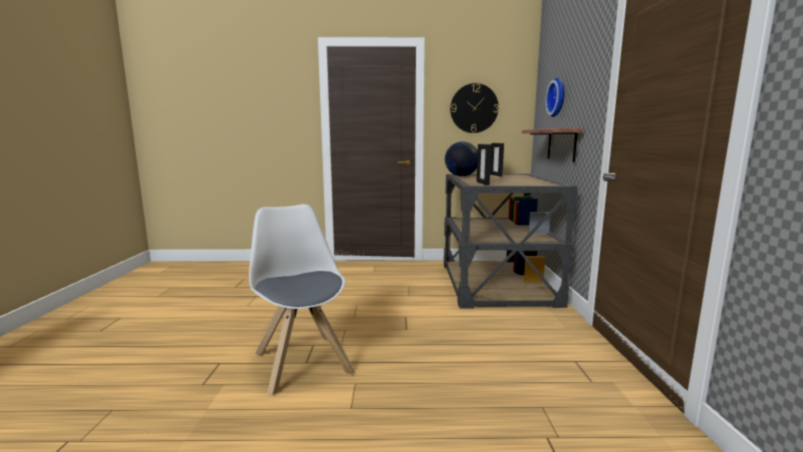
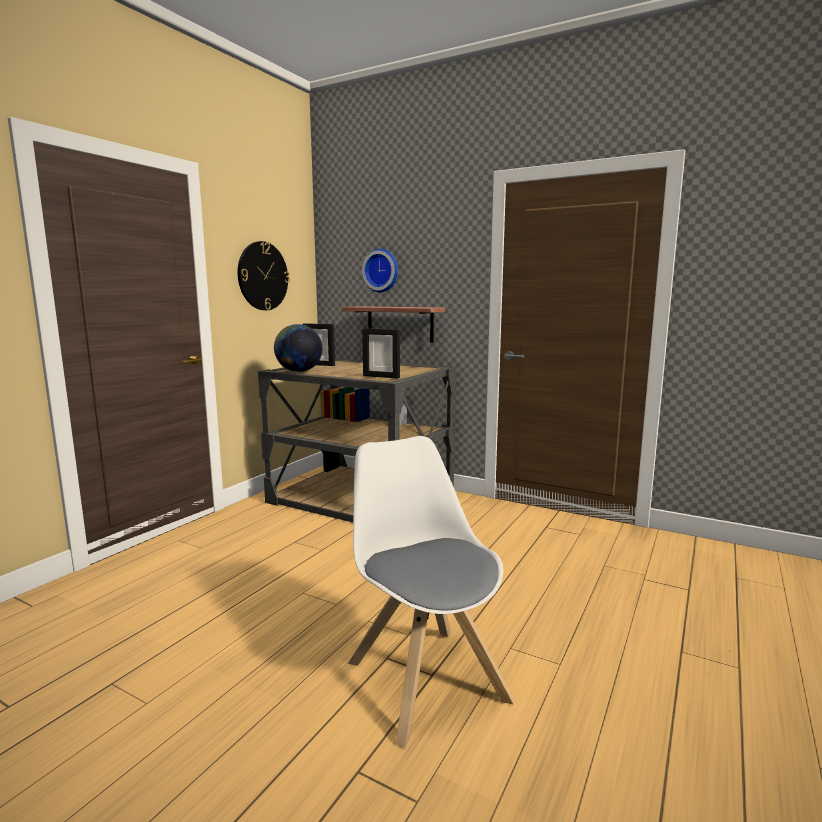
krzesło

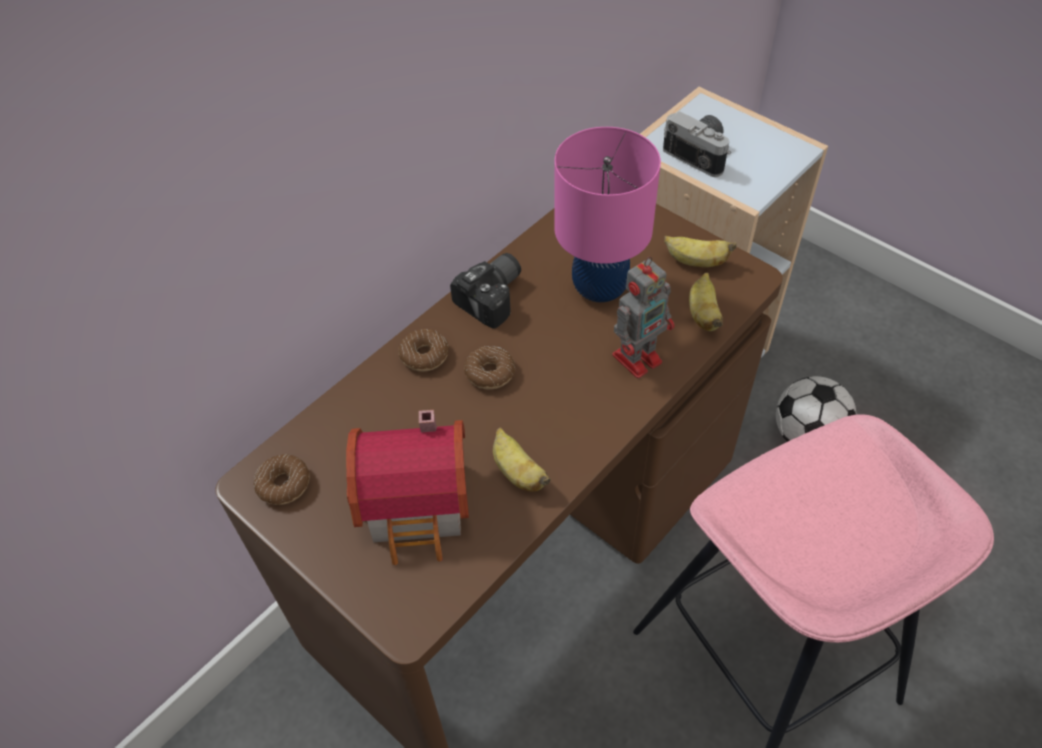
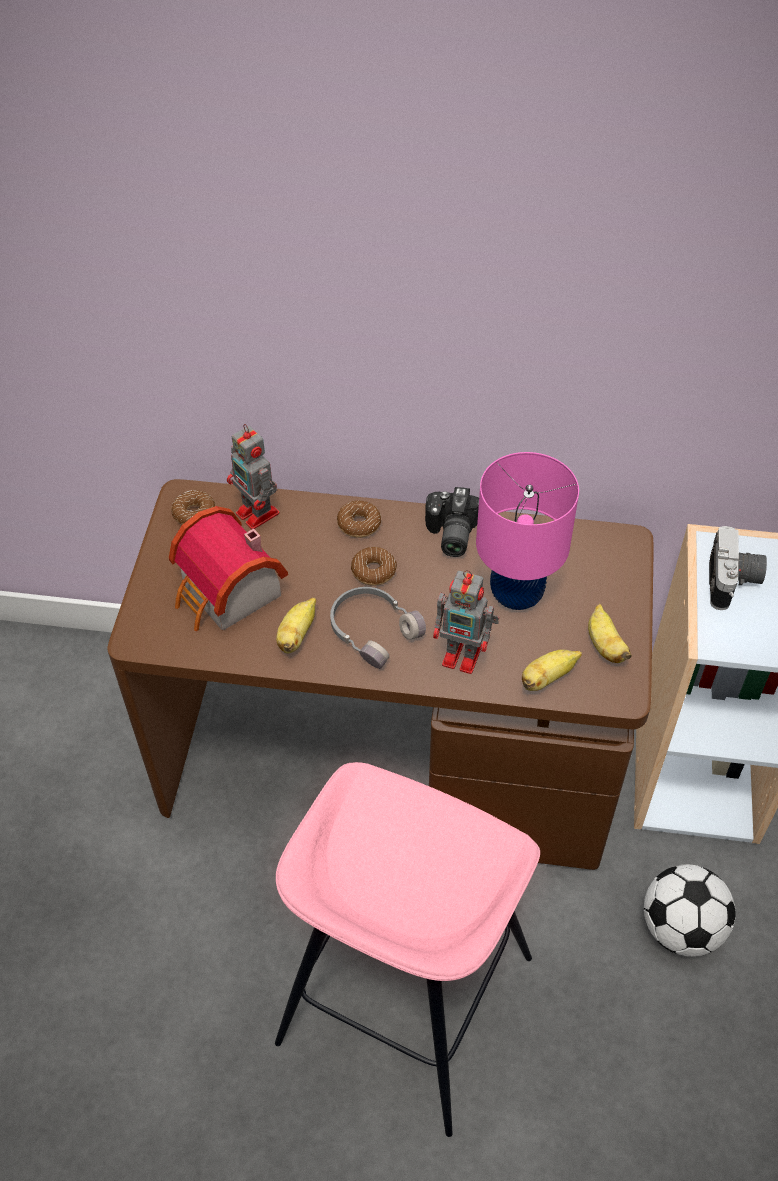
robot zabawkowy (1st from left); słuchawki (szary); aparat fotograficzny (1st from left)

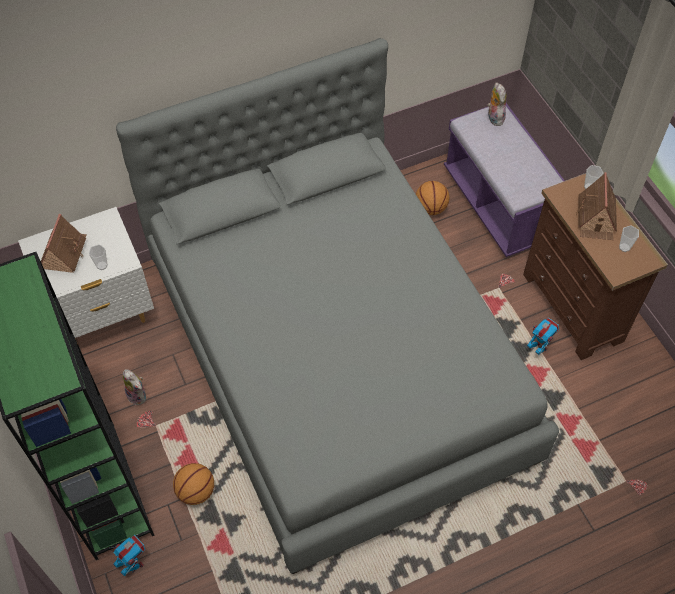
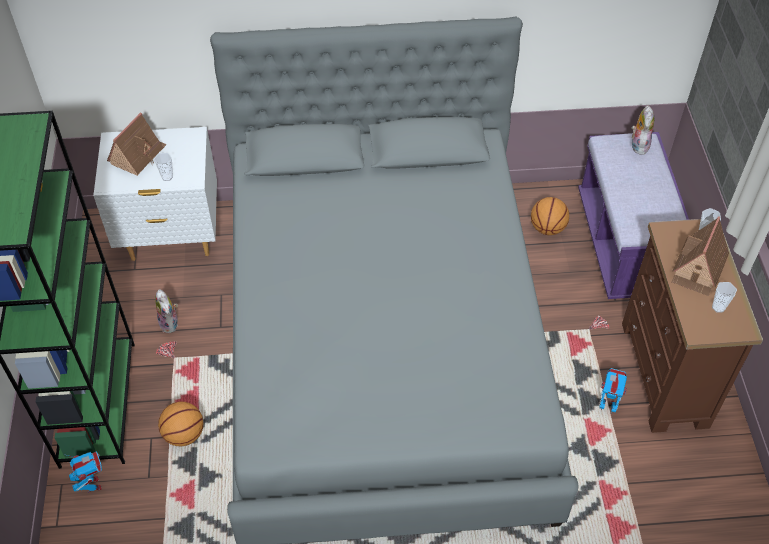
robot zabawkowy (2nd from left)

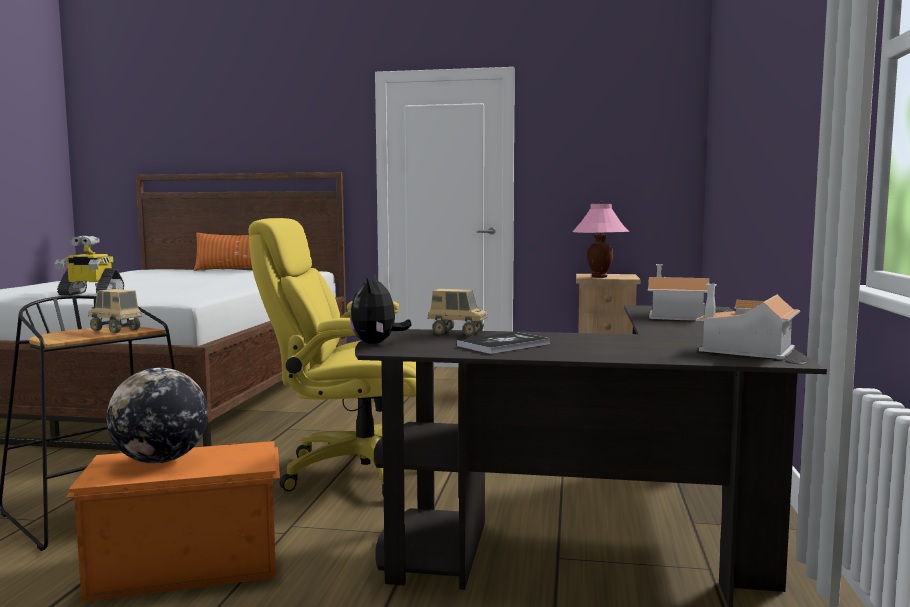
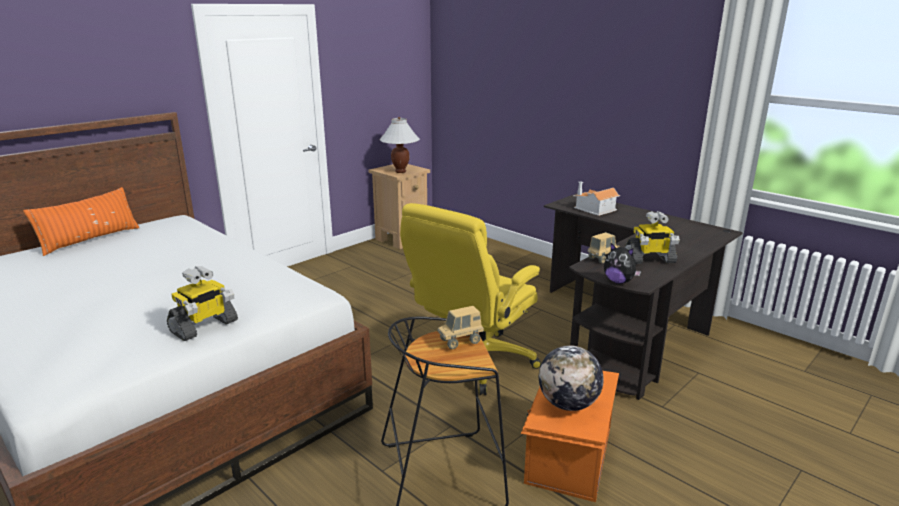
domek (2nd from left in the first image); robot zabawkowy (2nd from left); lampa stołowa (biały)

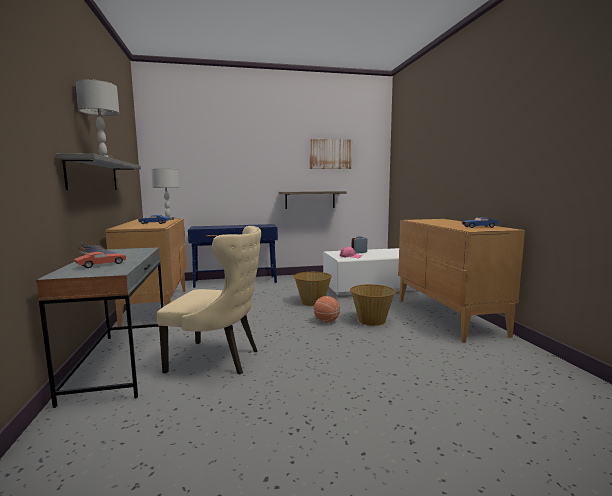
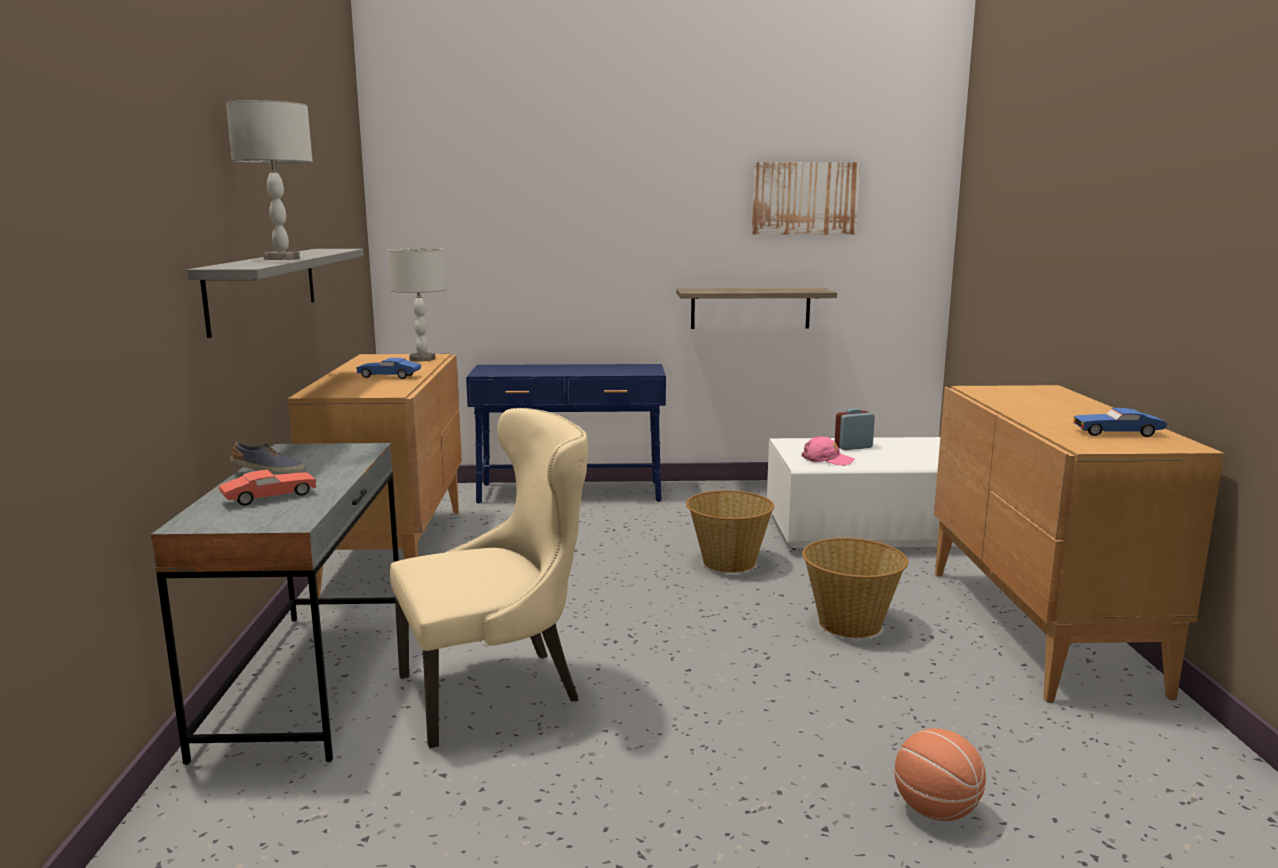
piłka do koszykówki; krzesło (beżowy)

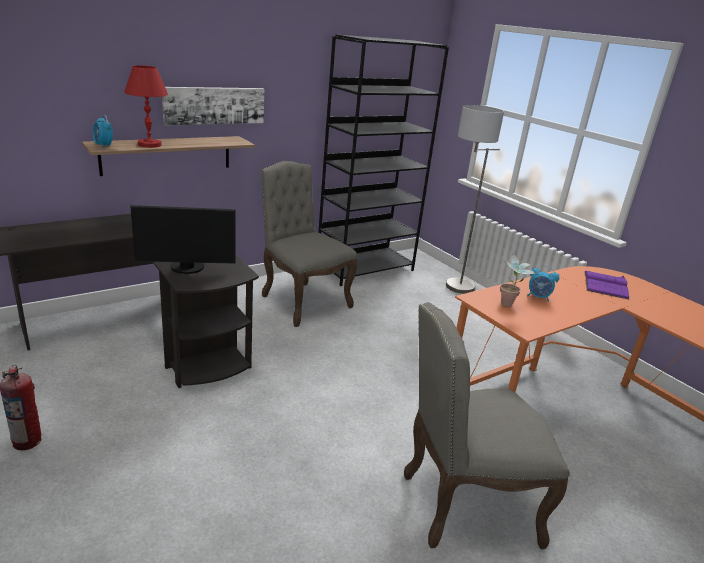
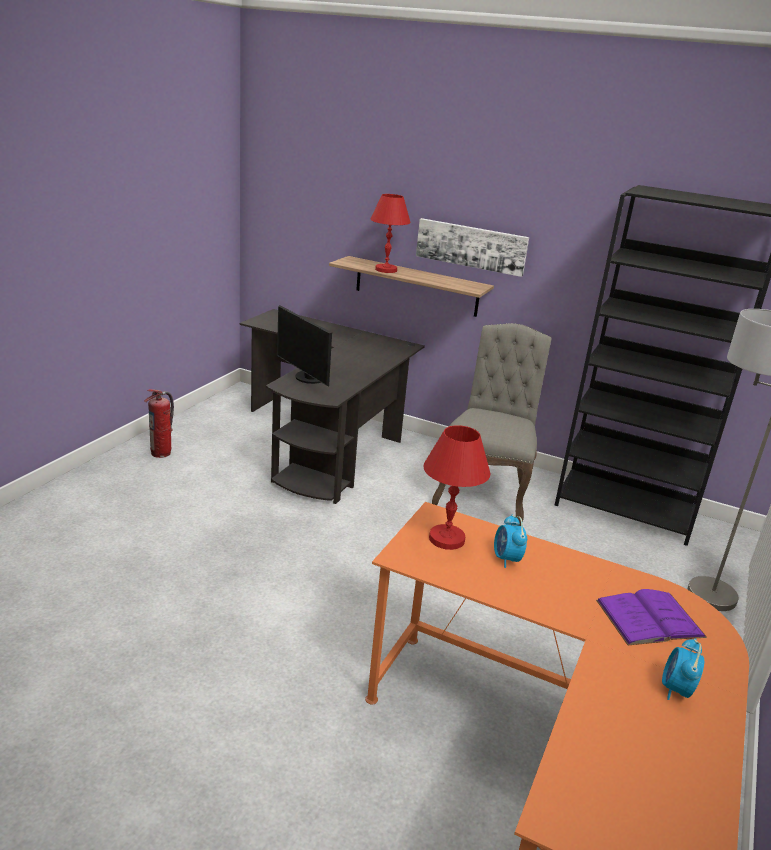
krzesło (szary) (2nd from left in the first image); budzik (2nd from left); lampa stołowa (czerwony) (2nd from left)

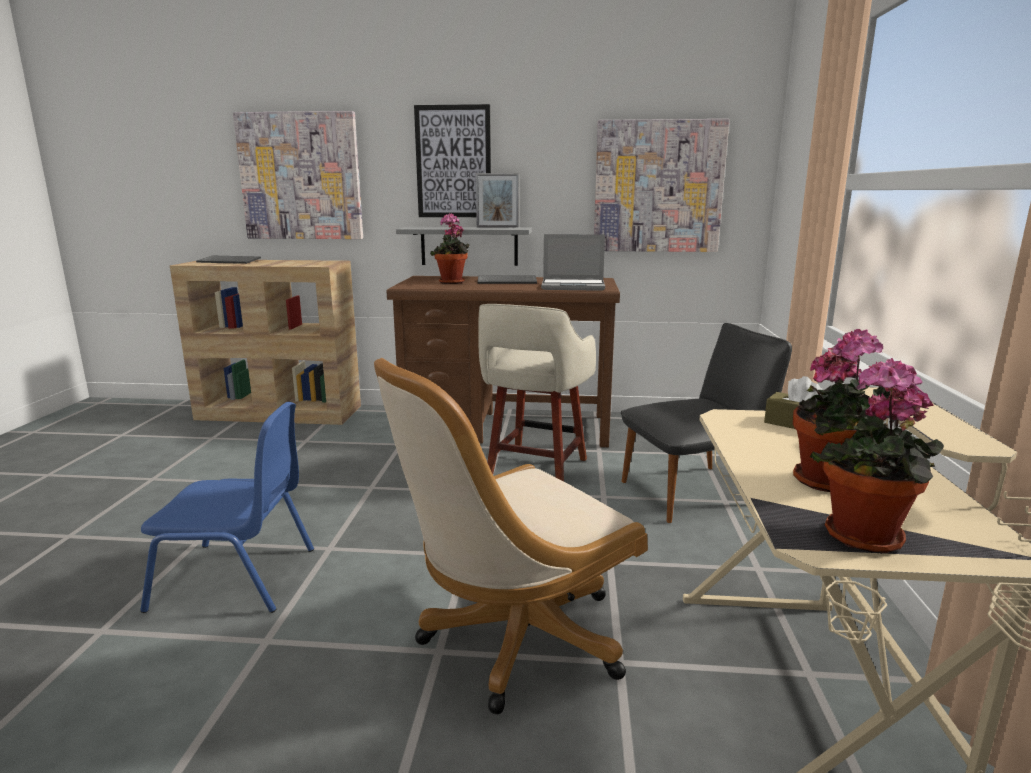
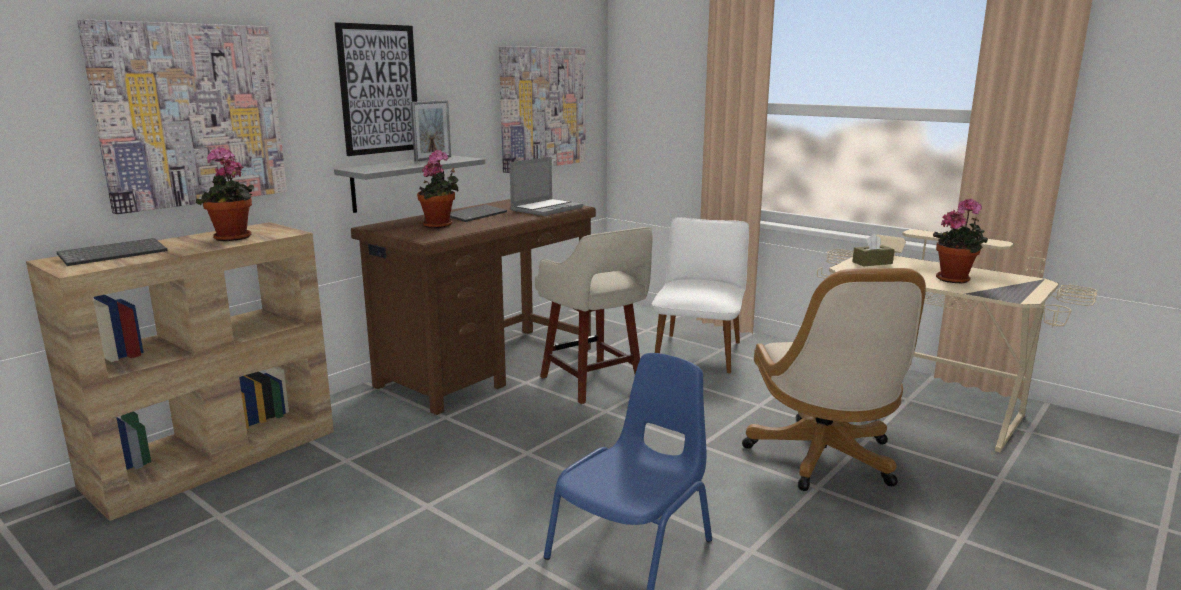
roślina doniczkowa (1st from left); krzesło (biały)

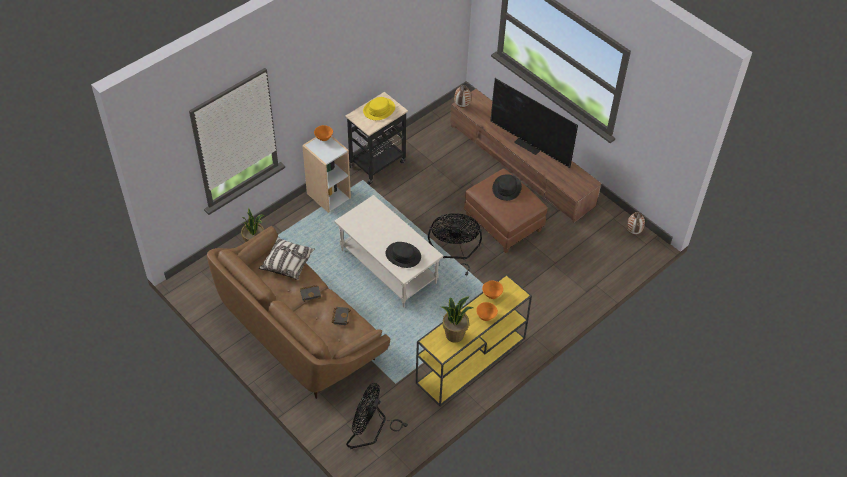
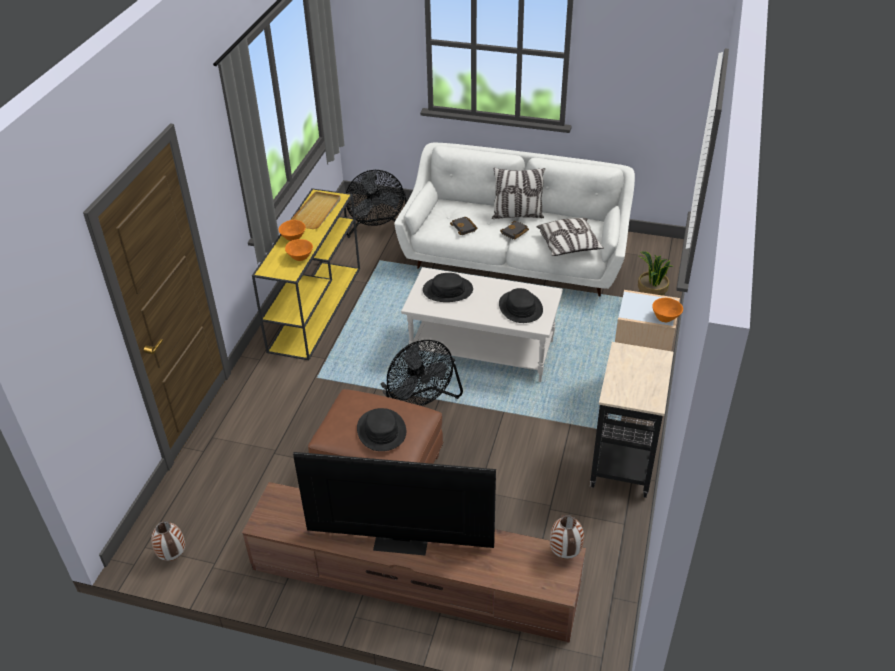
kapelusz (żółty); poduszka (1st from left); kapelusz (czarny) (3rd from left); taca (beżowy); kanapa (biały); wentylator (czarny) (1st from left)

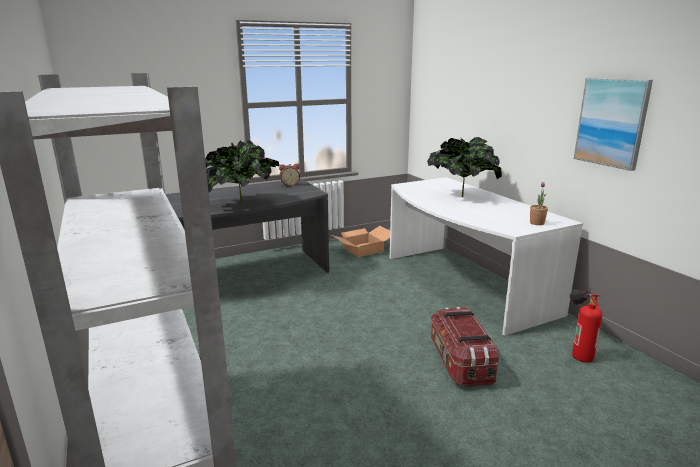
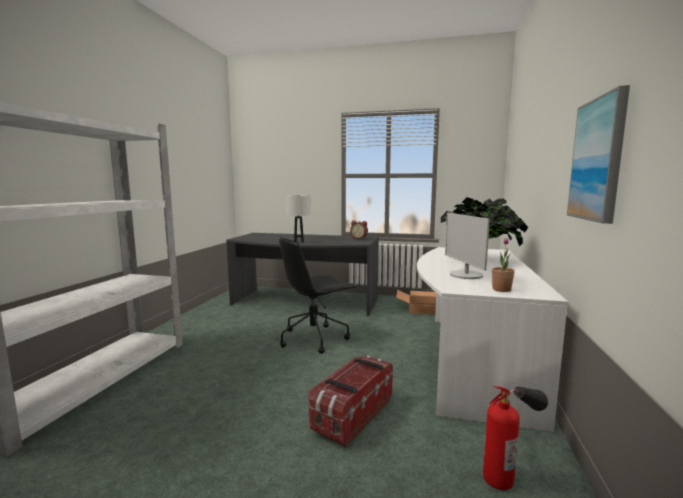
krzesło biurowe (czarny); monitor; lampa stołowa (biały)

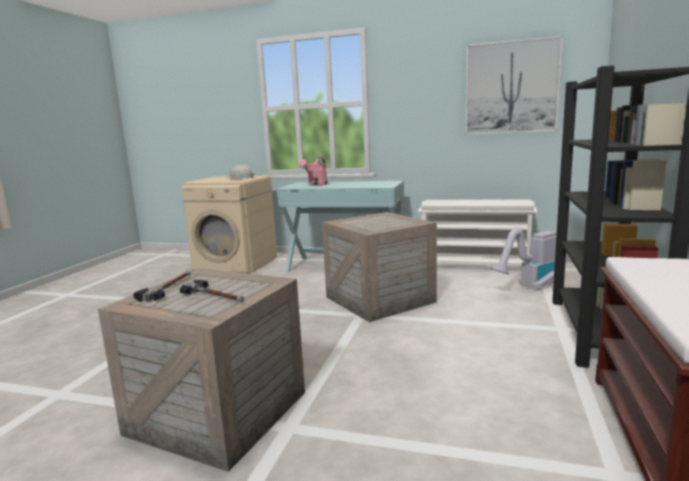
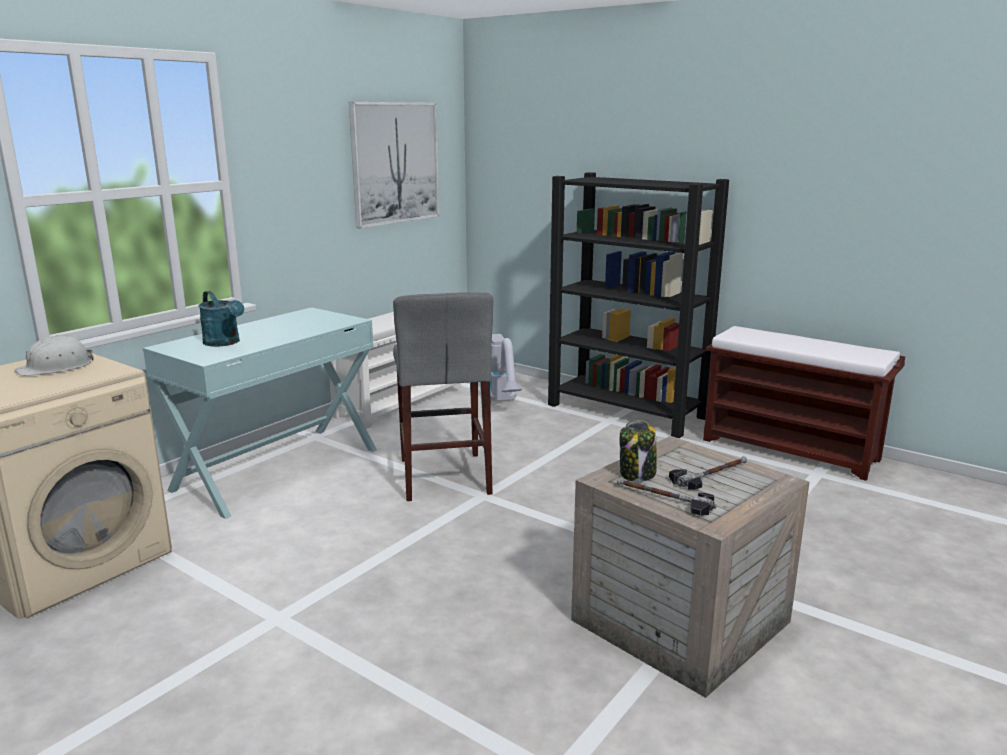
słoik; stołek (szary); konewka (turkusowy)

